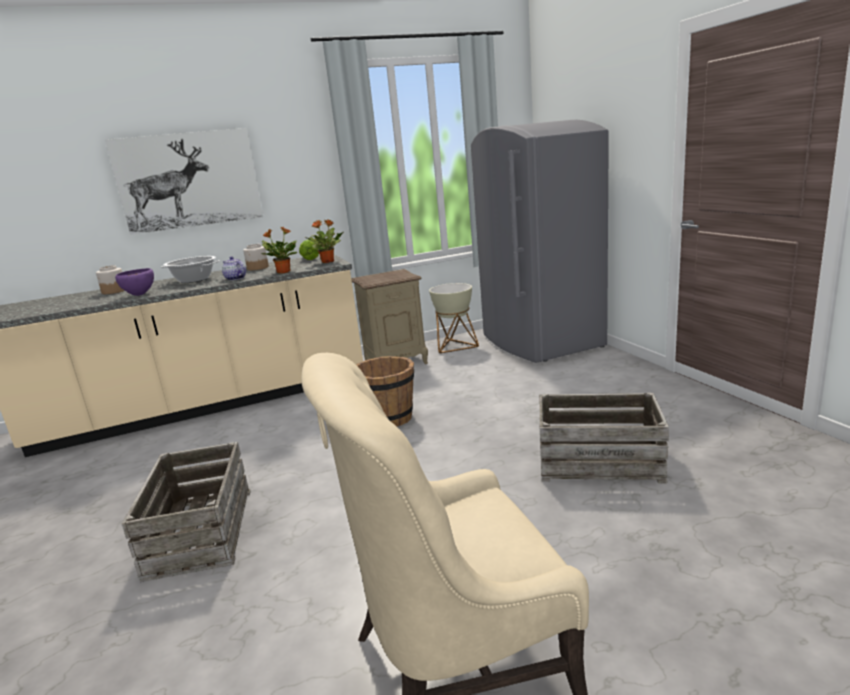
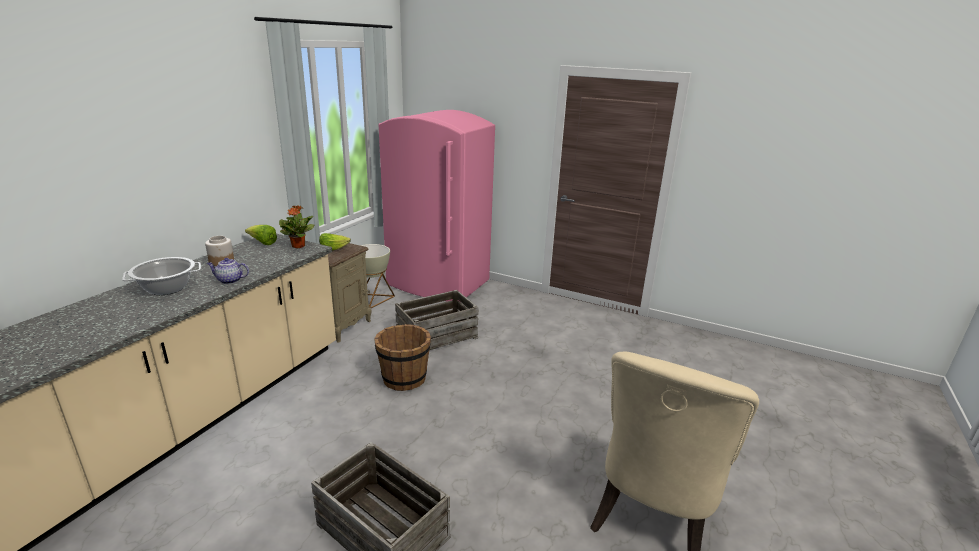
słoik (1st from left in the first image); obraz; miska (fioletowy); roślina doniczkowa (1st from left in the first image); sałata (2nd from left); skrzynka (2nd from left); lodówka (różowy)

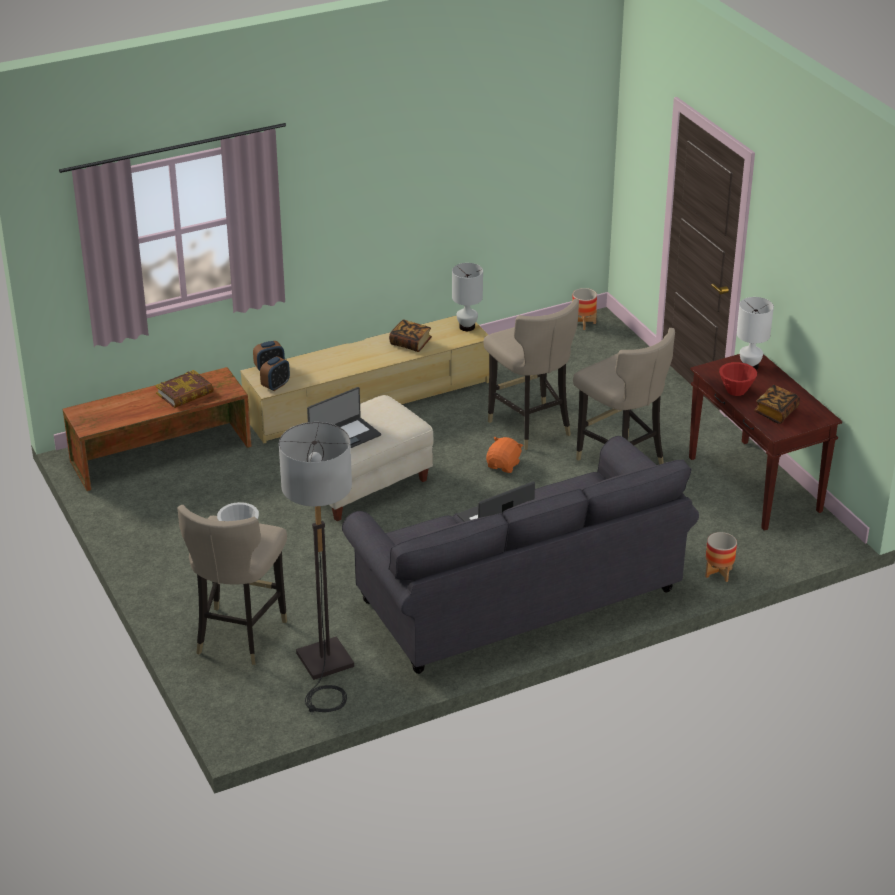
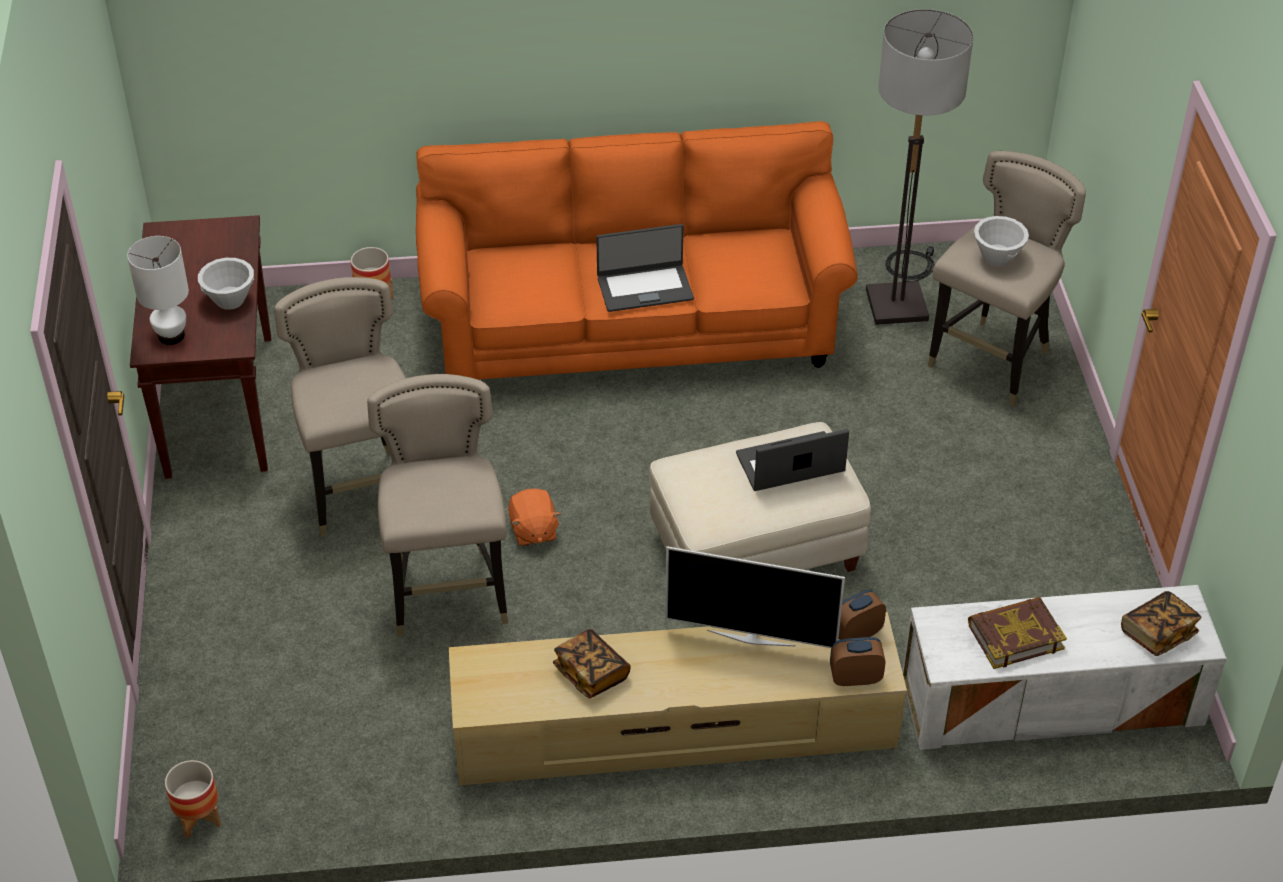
lampa stołowa (biały) (1st from left in the first image); telewizor; książka (3rd from left); ławka (biały); kanapa (pomarańczowy); miska (biały) (1st from left); pluszak (pomarańczowy)

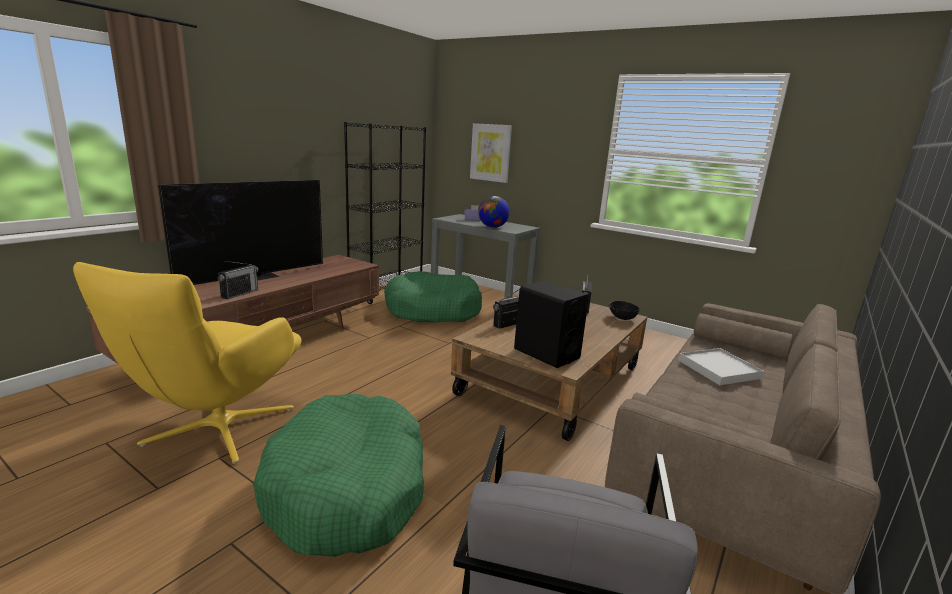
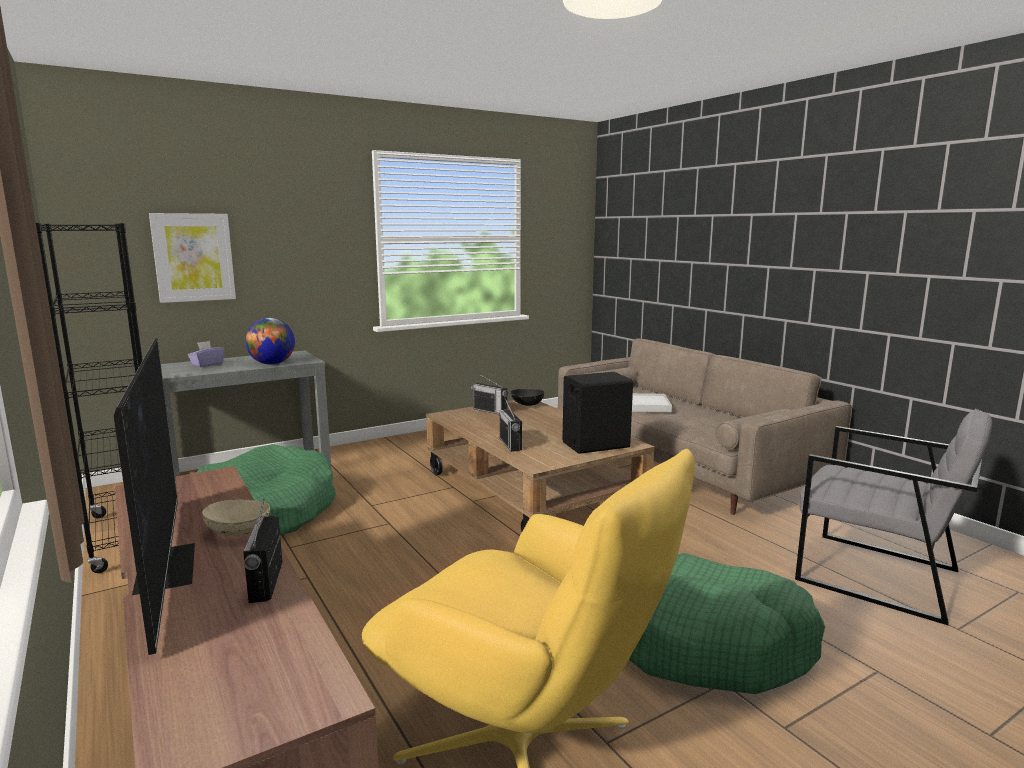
miska (beżowy); radio (1st from left)

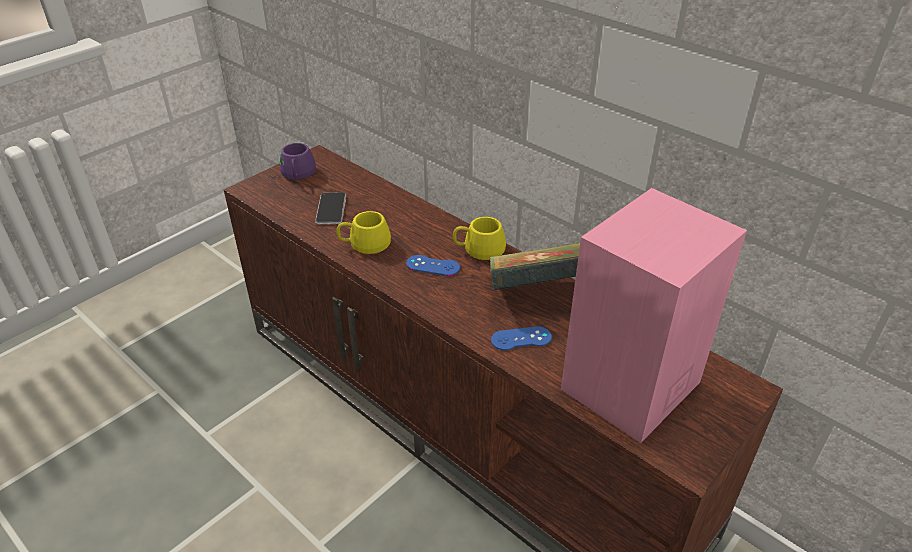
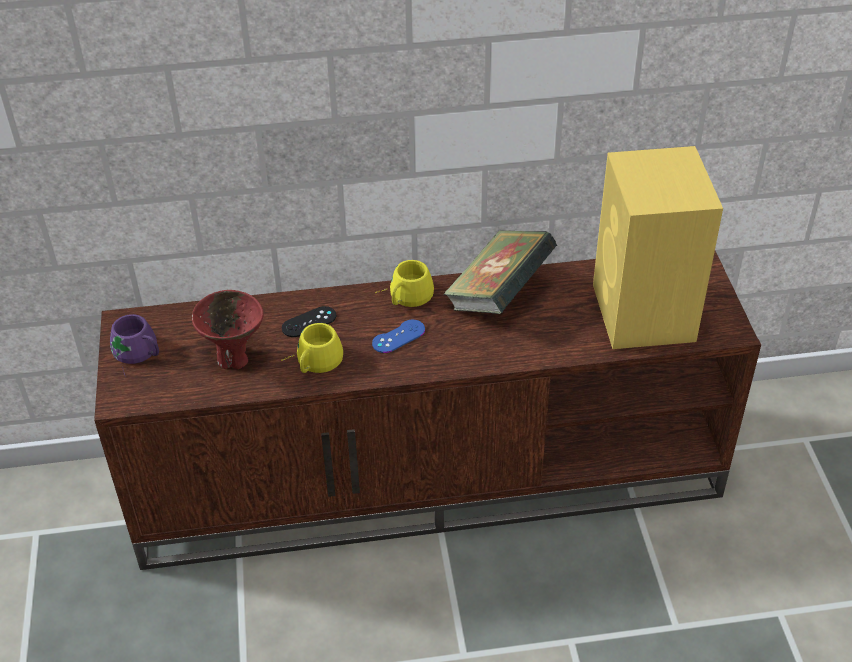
pad do gier (niebieski) (2nd from left in the first image); pad do gier (czarny); miska (czerwony); głośnik (żółty)

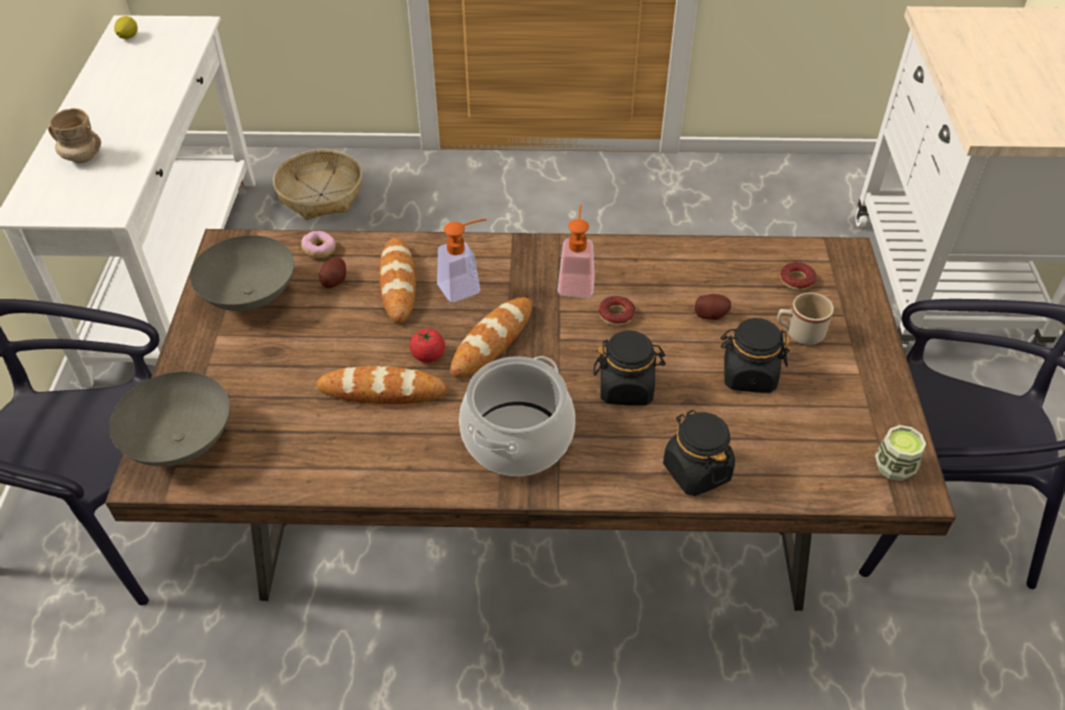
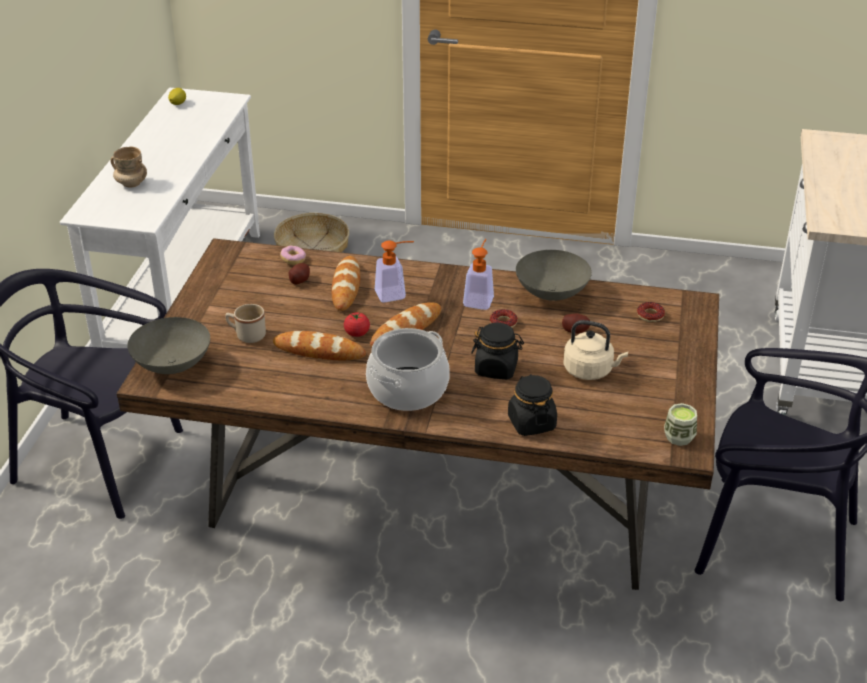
miska (szary) (2nd from left); kubek (beżowy) (2nd from left); czajnik (beżowy)

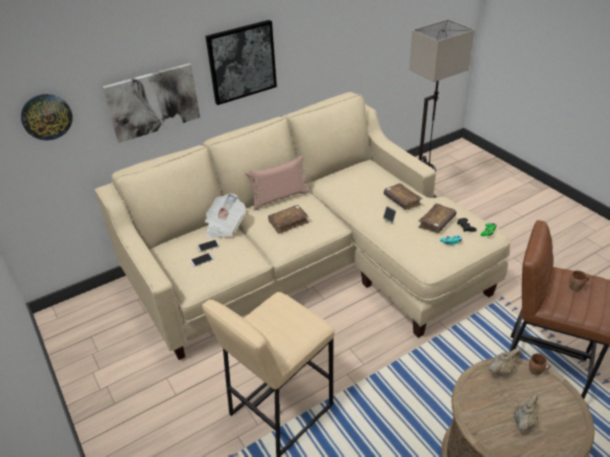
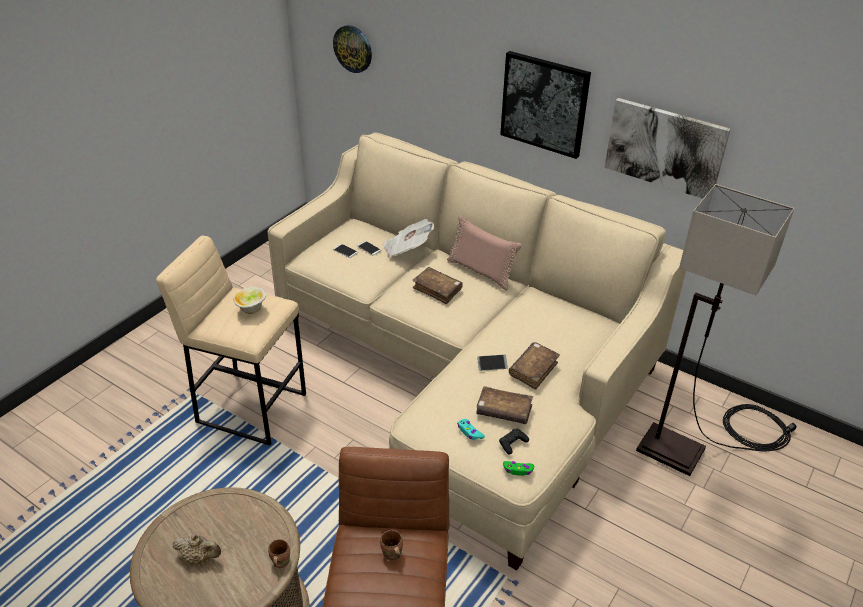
imbryk (beżowy) (1st from left in the first image); miska; obraz (2nd from left)

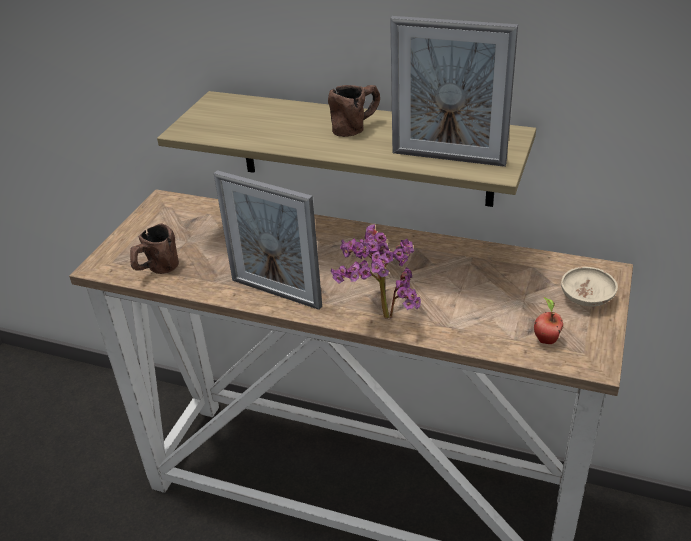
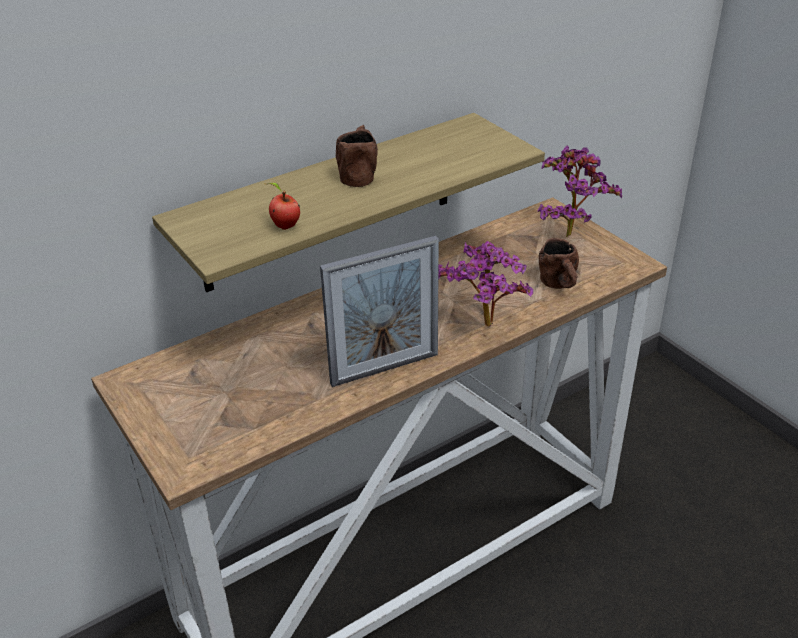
ramka na zdjęcie (2nd from left in the first image); kubek (brązowy) (2nd from left); jabłko; roślina doniczkowa (2nd from left)

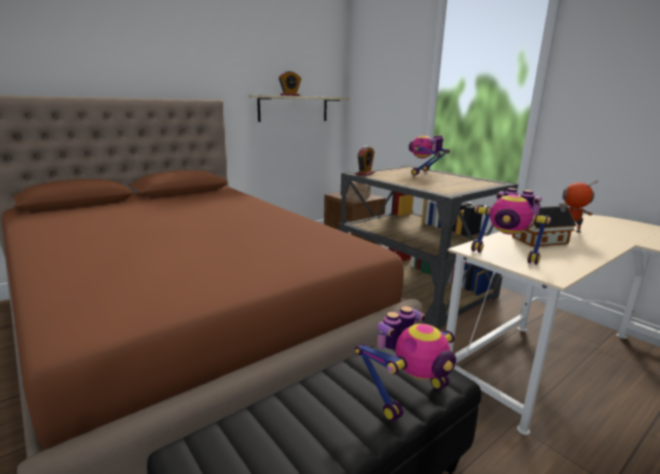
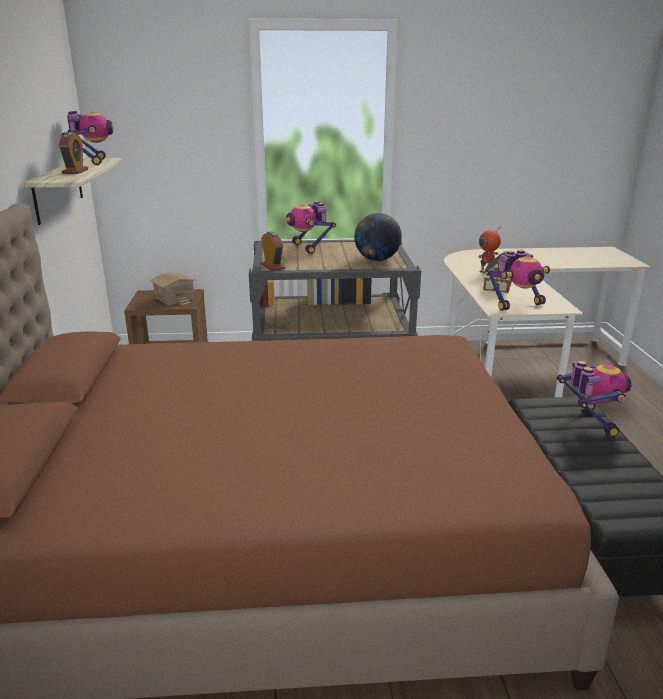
robot zabawkowy (1st from left); globus

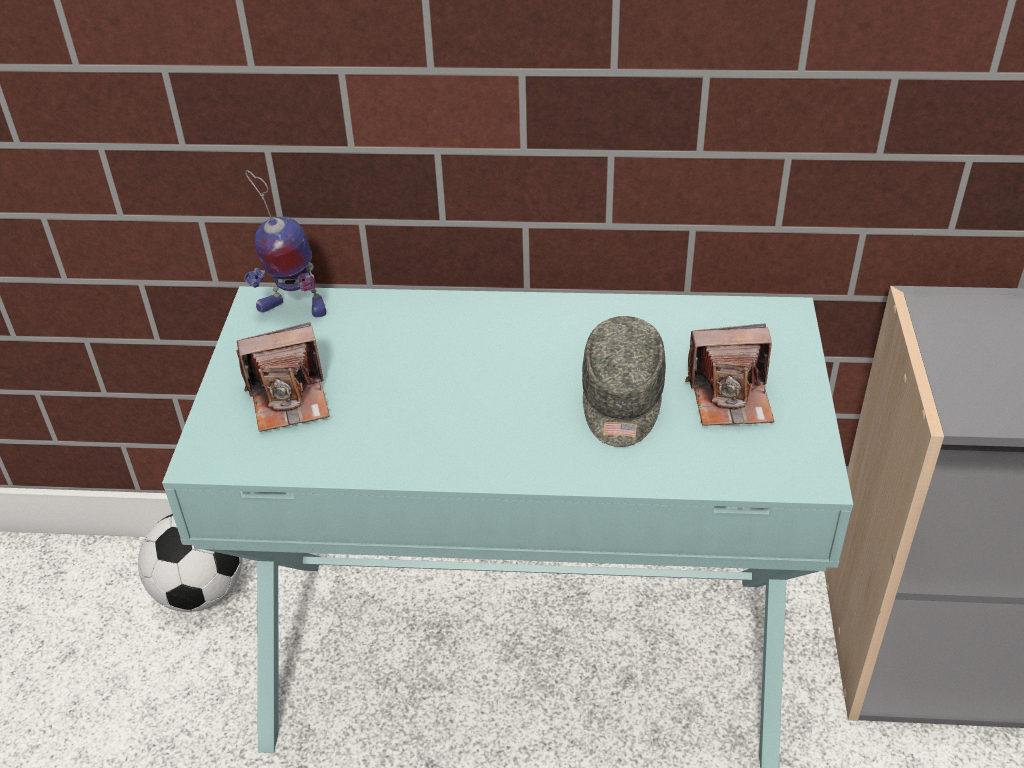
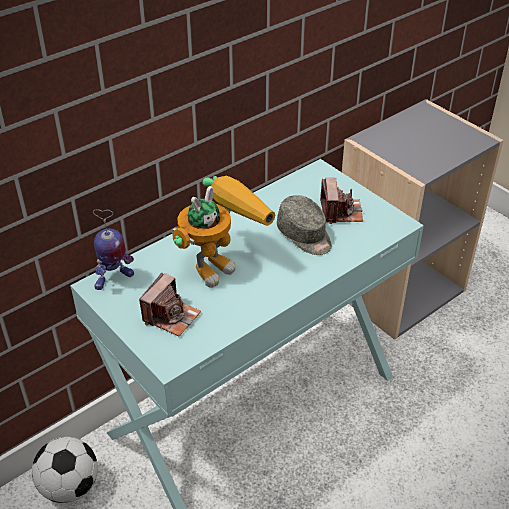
robot zabawkowy (2nd from left); aparat fotograficzny (2nd from left)

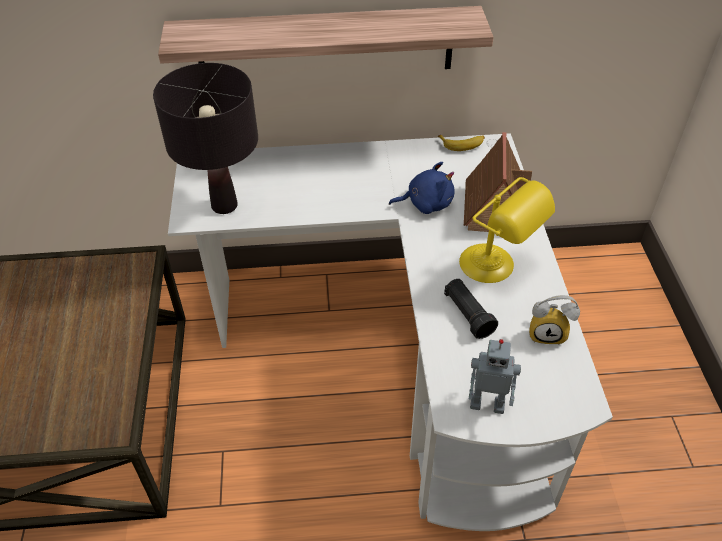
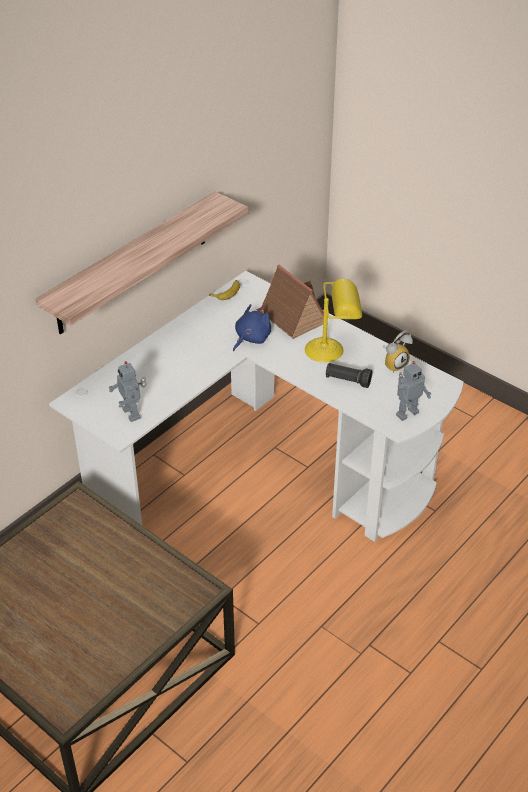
robot zabawkowy (1st from left)

